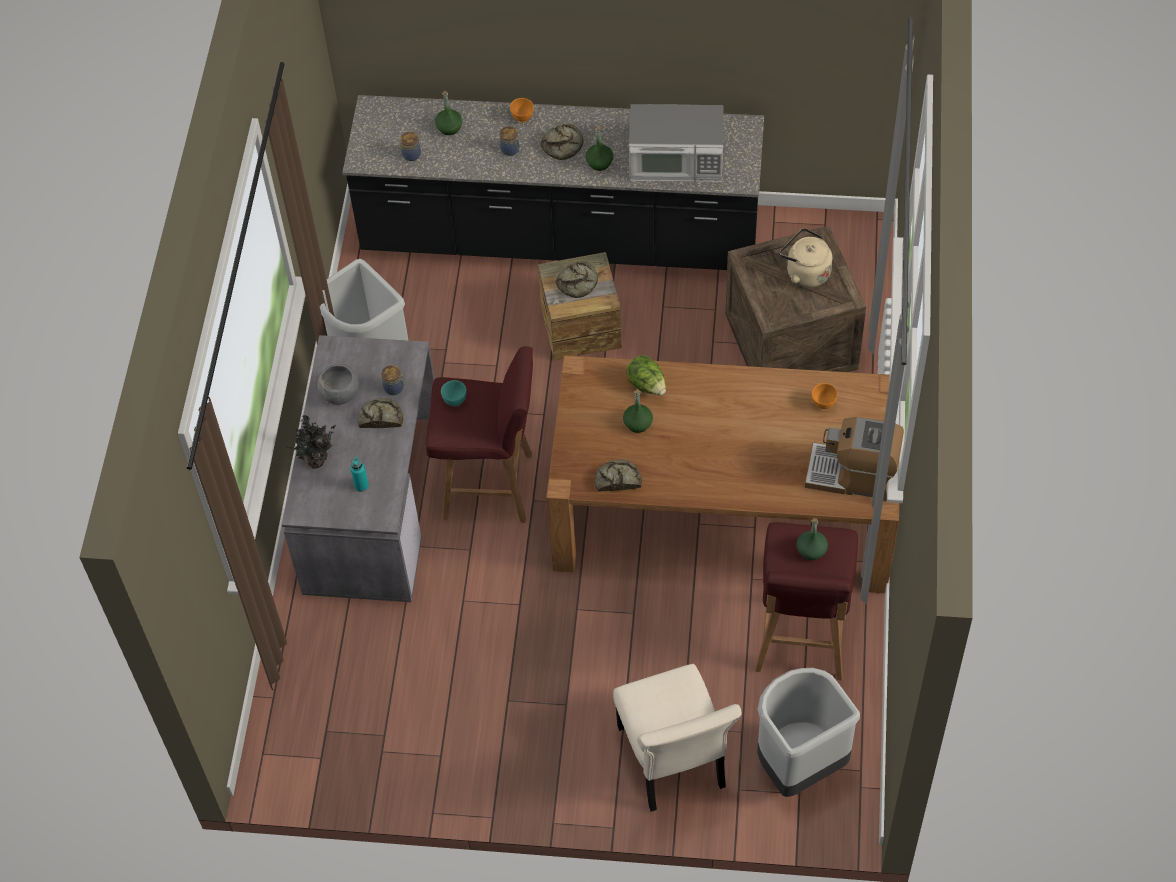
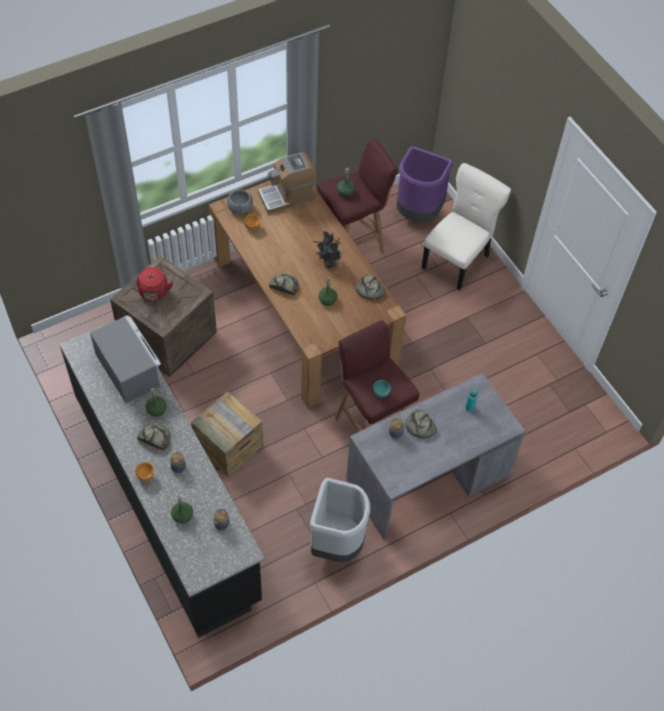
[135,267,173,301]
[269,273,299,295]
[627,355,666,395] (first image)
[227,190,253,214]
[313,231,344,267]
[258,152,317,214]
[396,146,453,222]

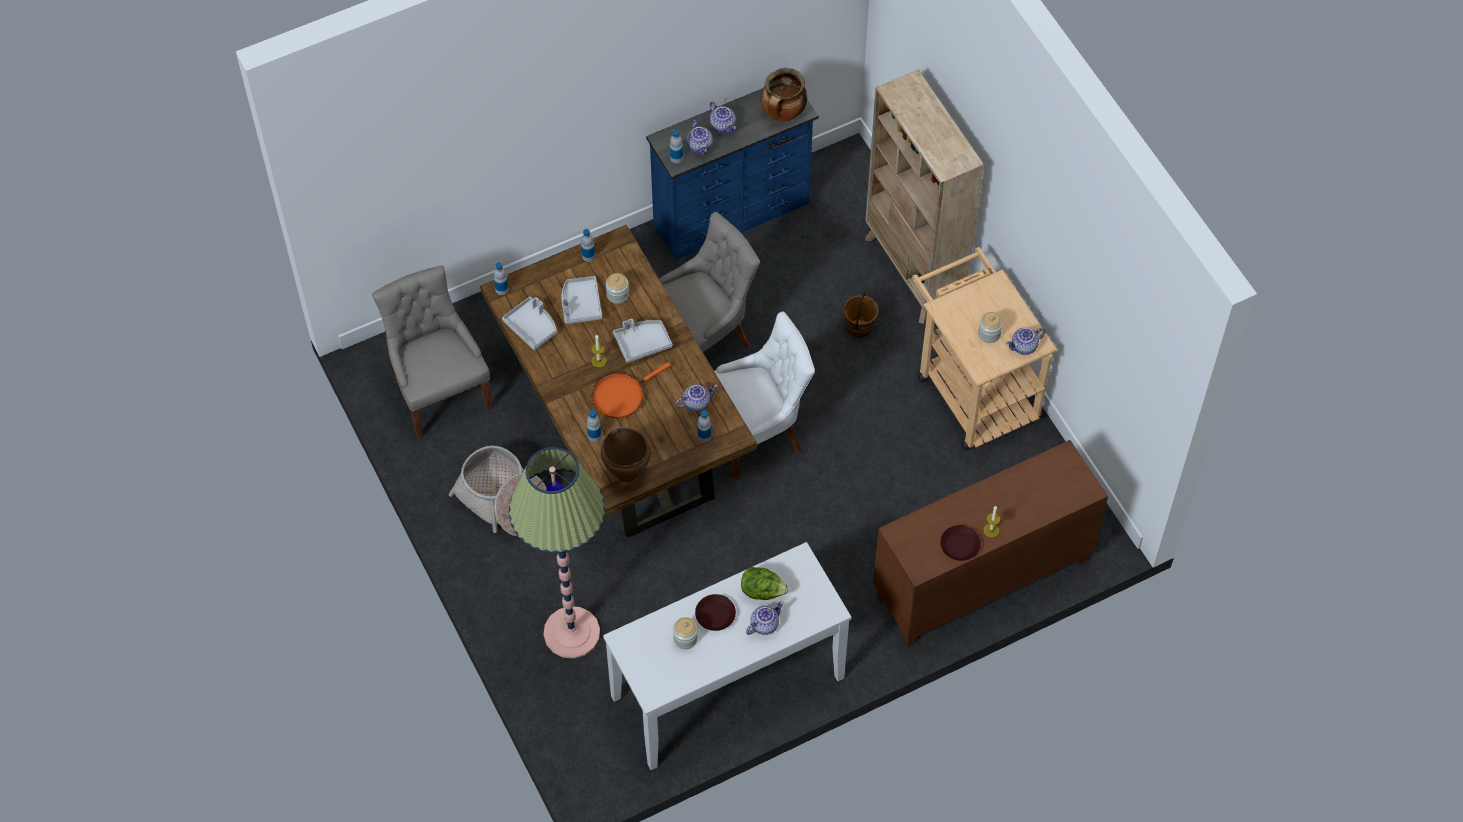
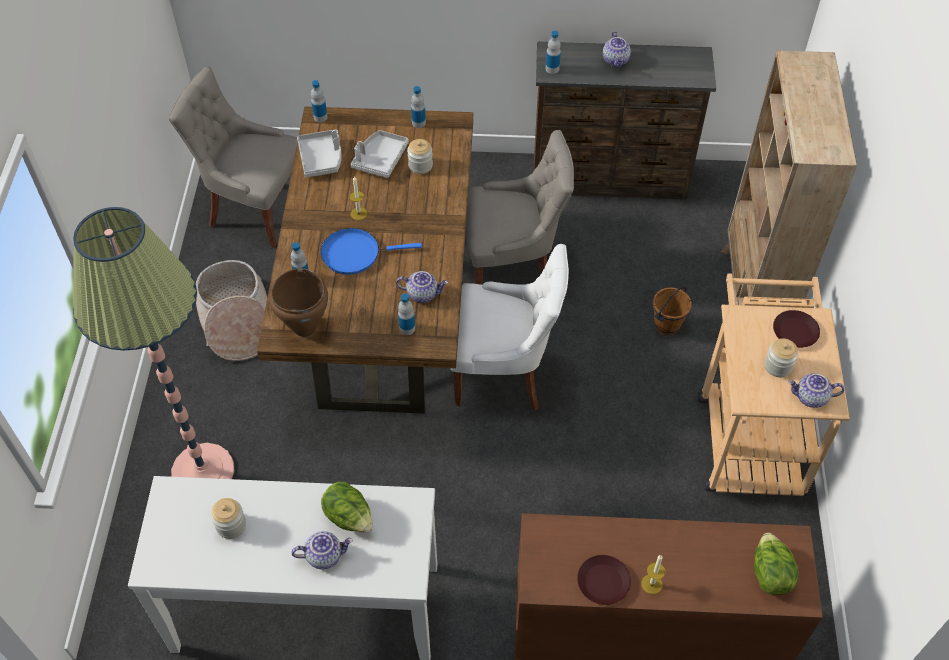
[761,68,807,122] (first image)
[534,41,716,200]
[687,120,713,155] (first image)
[169,66,298,248]
[613,319,673,363] (first image)
[321,228,422,275]
[773,310,820,348]
[754,533,799,595]

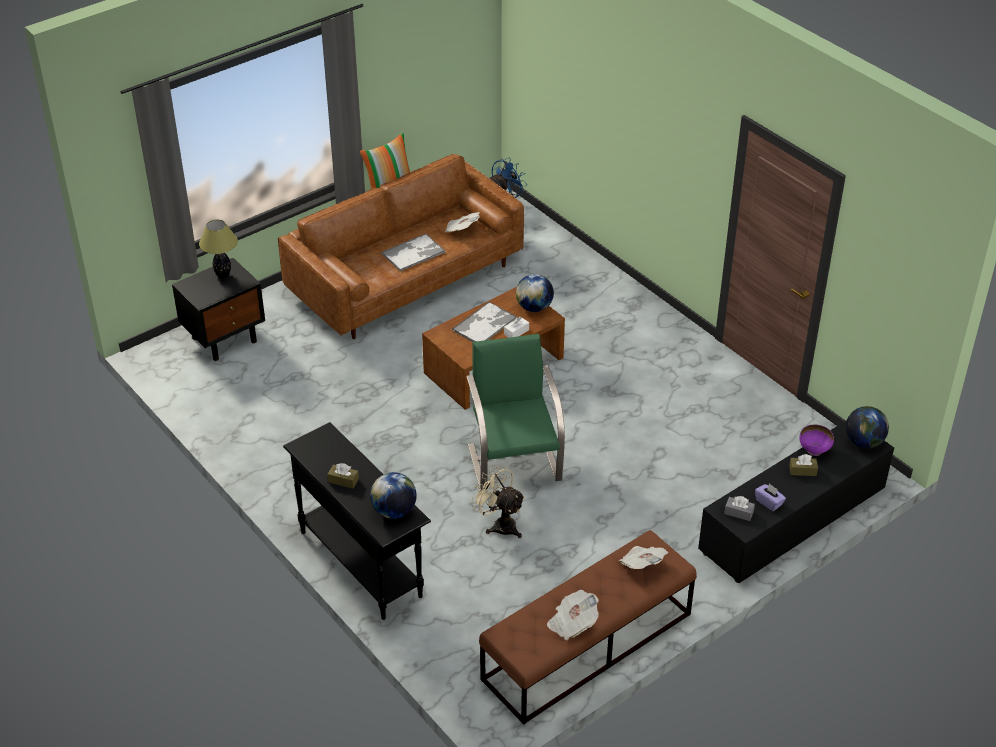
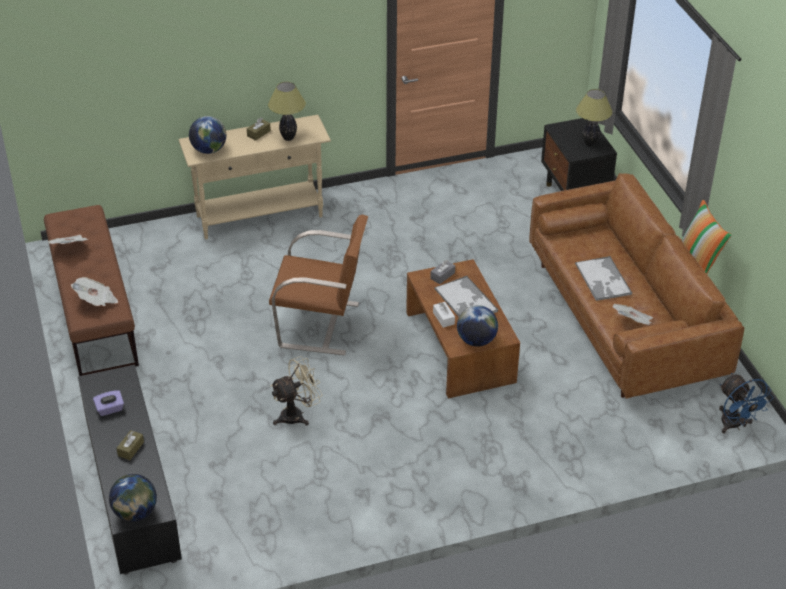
[269,215,368,355]
[178,115,331,239]
[799,425,834,456] (first image)
[271,356,322,426]
[430,260,455,284]
[268,82,306,141]

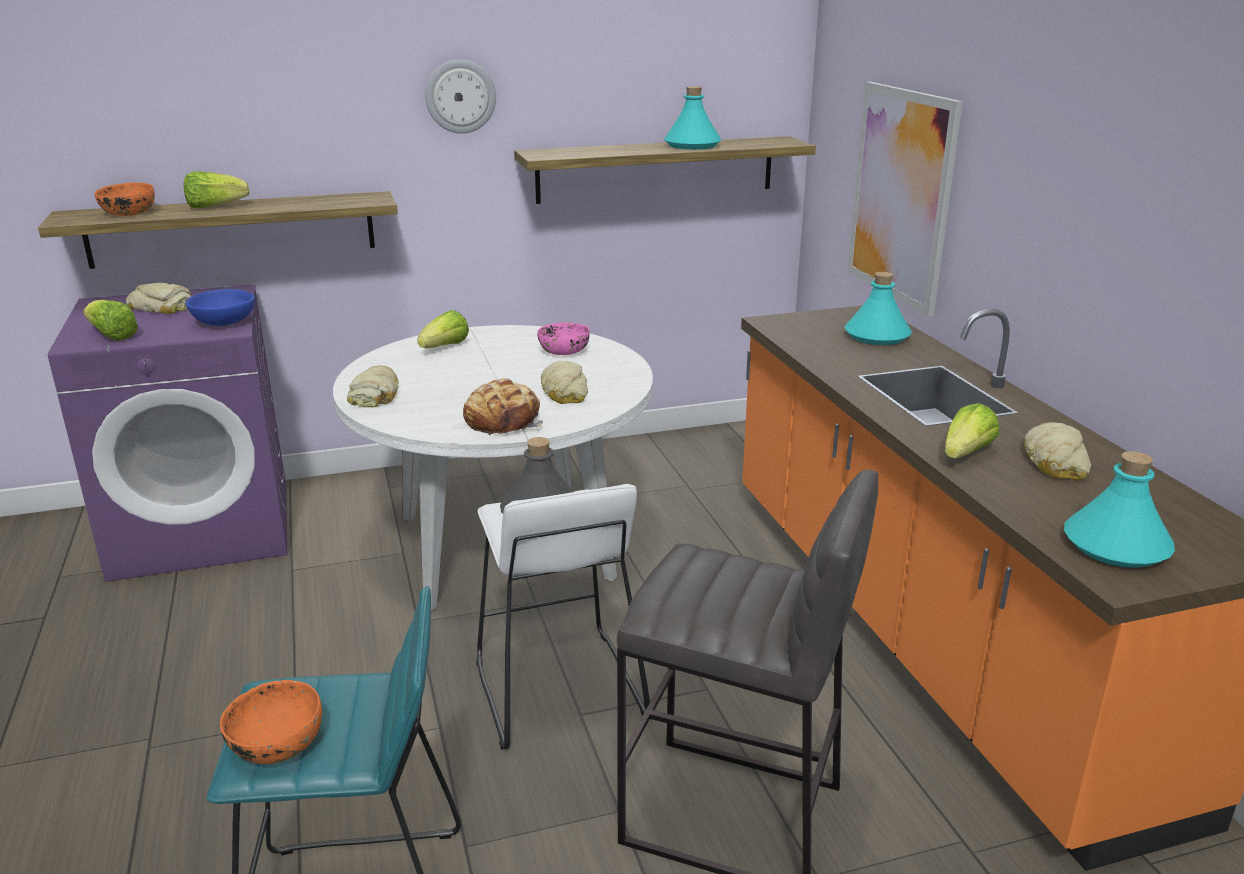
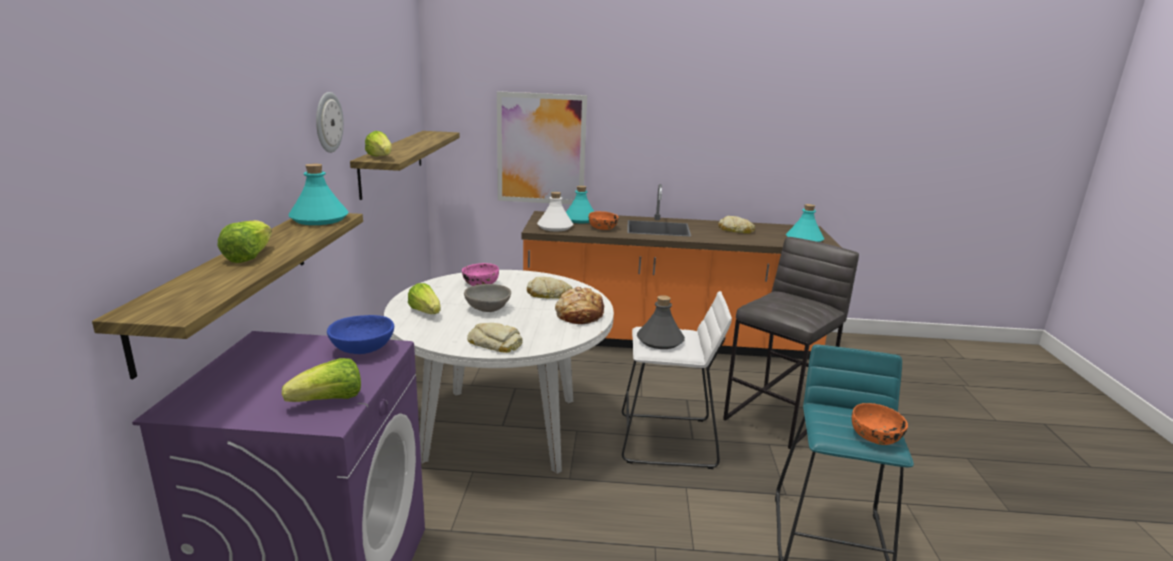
[288,164,349,225]
[589,211,619,230]
[126,283,192,314] (first image)
[365,131,392,156]
[537,192,573,231]
[464,284,511,312]

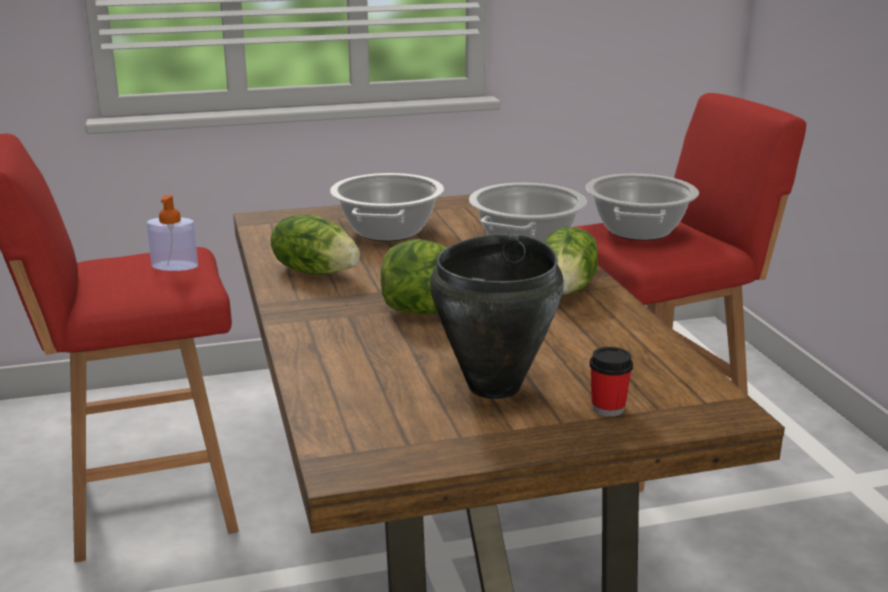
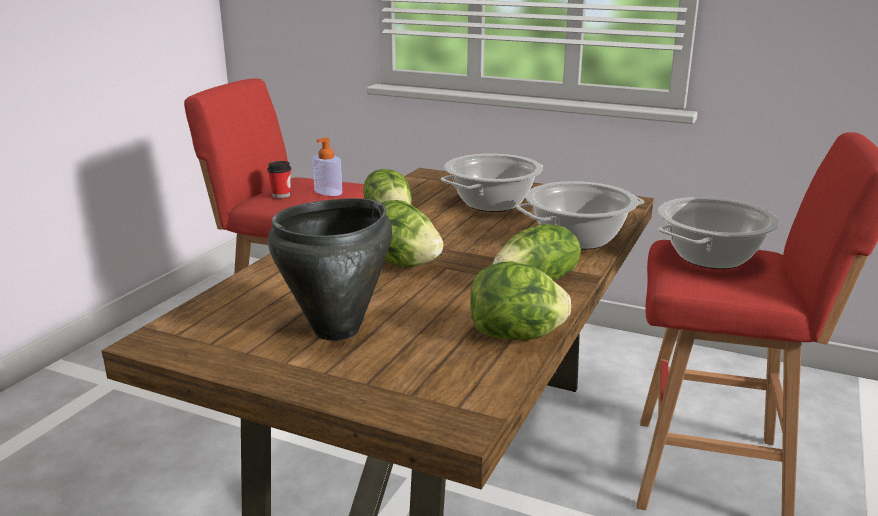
[267,161,291,198]
[470,261,571,340]

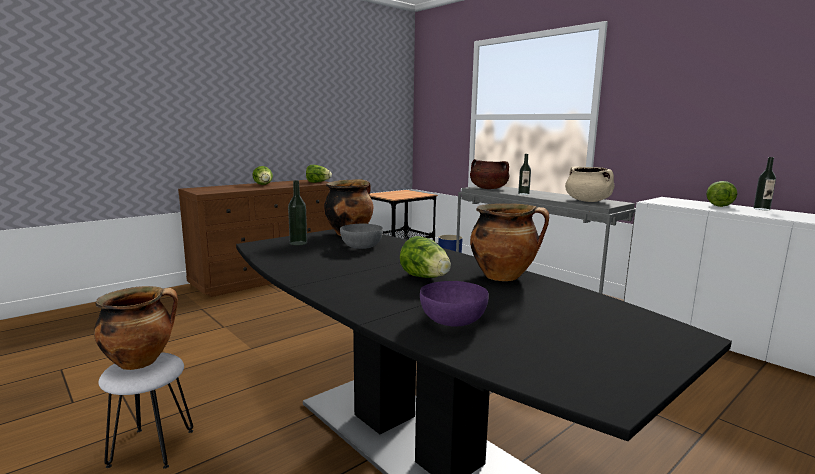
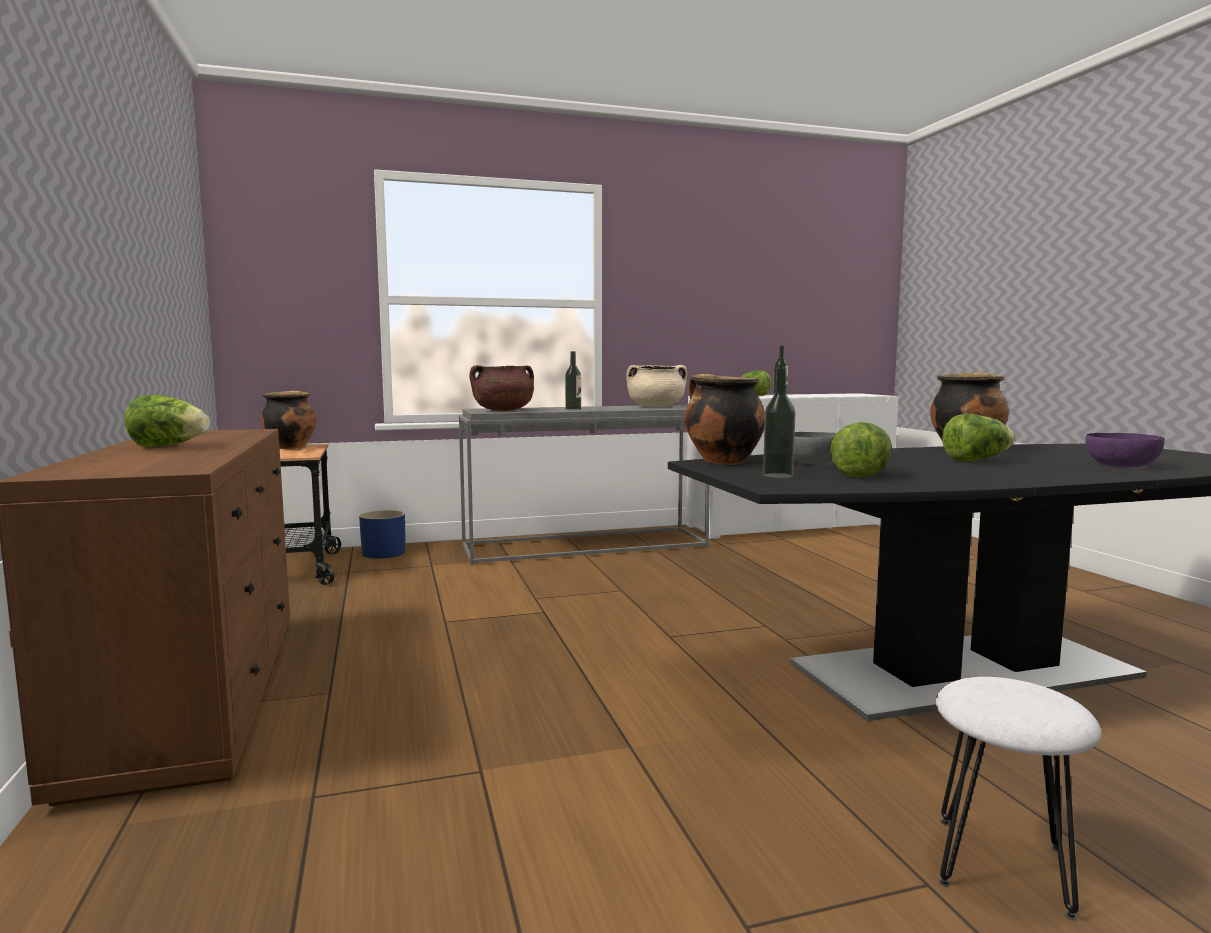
[830,422,892,478]
[261,390,316,449]

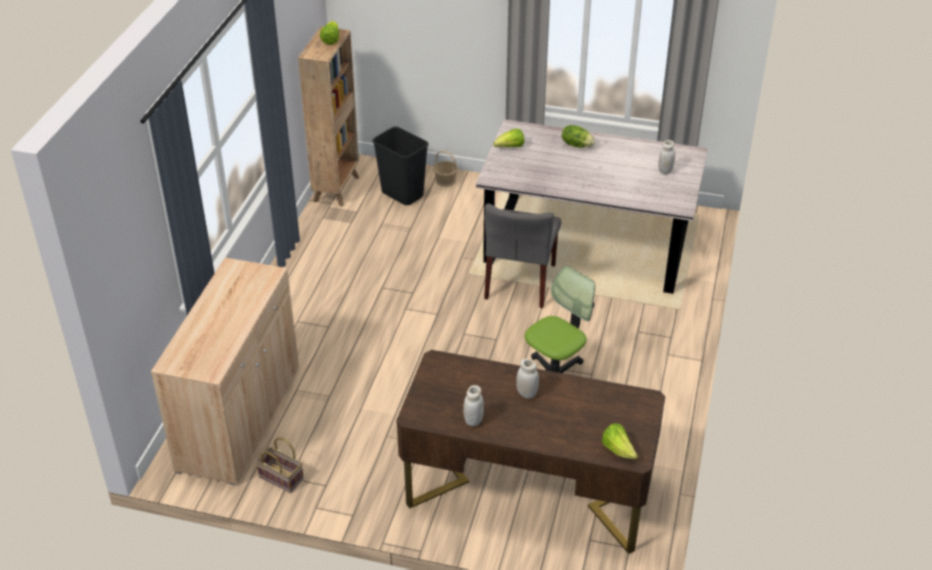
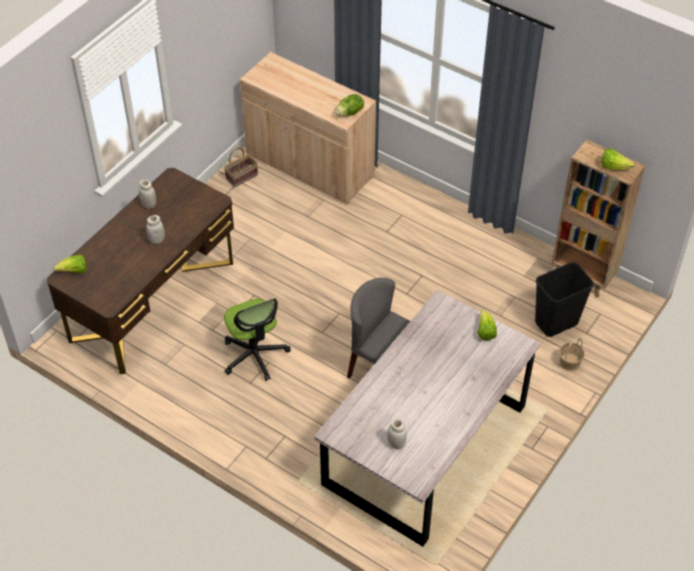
[335,94,364,116]

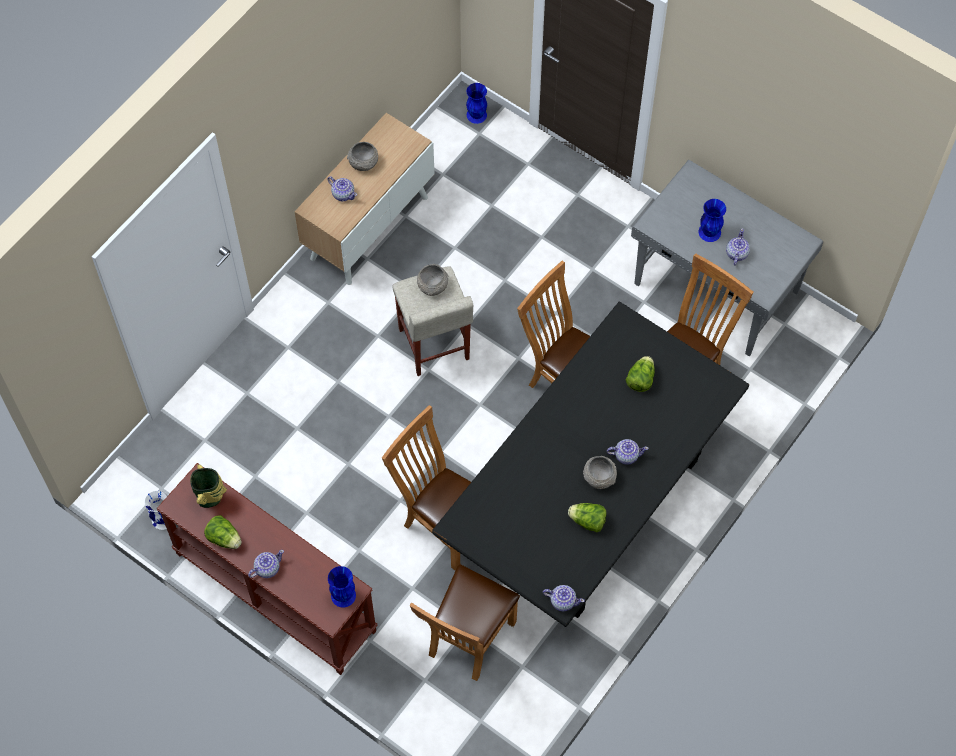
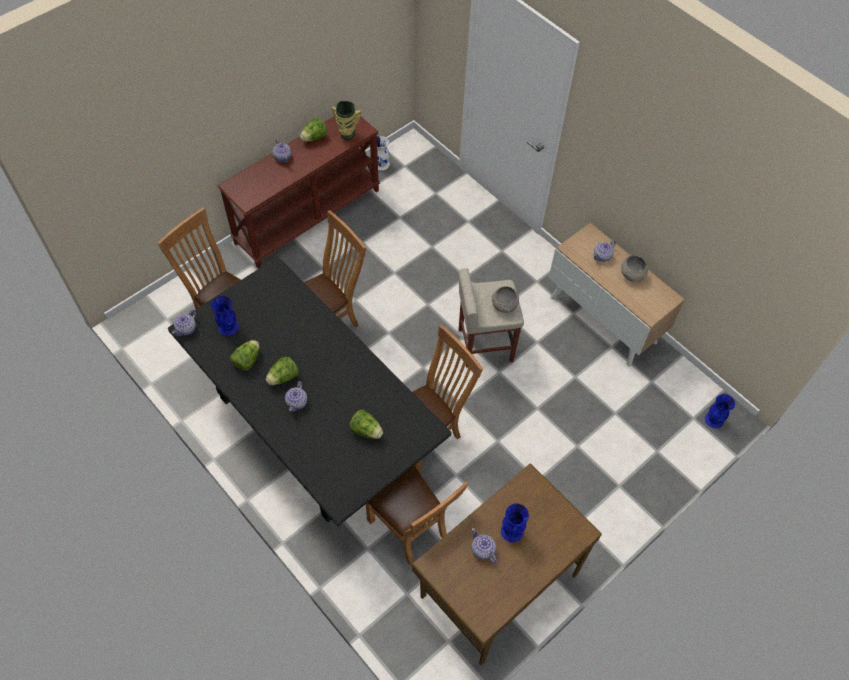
[411,463,602,665]
[471,528,497,563]
[266,357,299,385]
[211,296,239,336]

